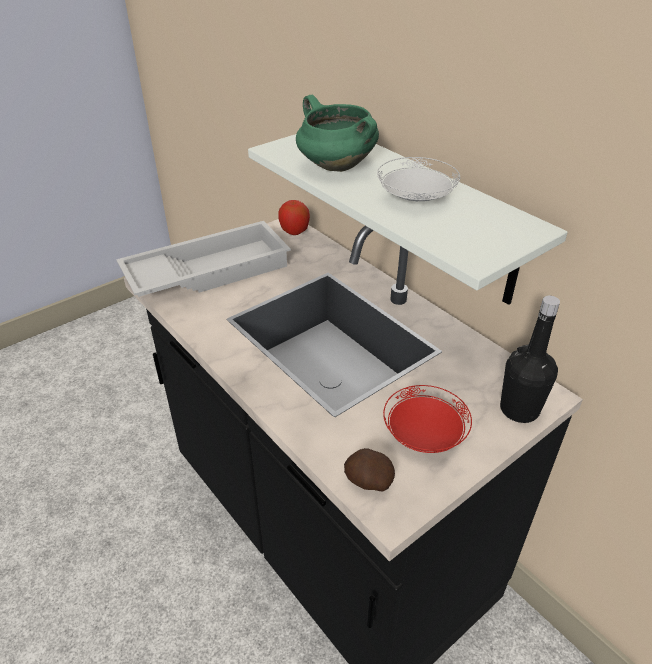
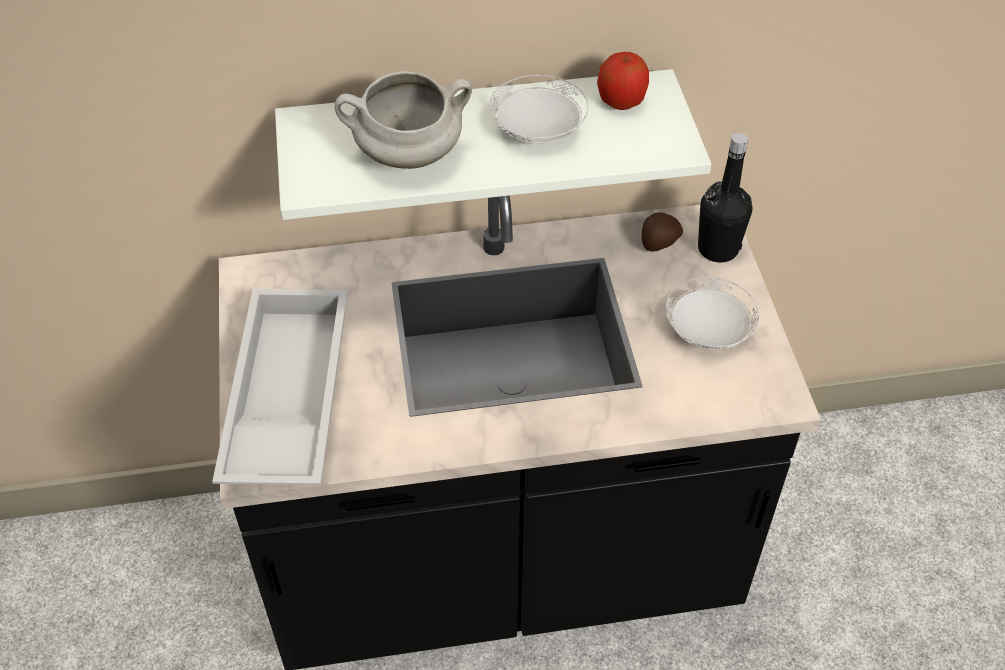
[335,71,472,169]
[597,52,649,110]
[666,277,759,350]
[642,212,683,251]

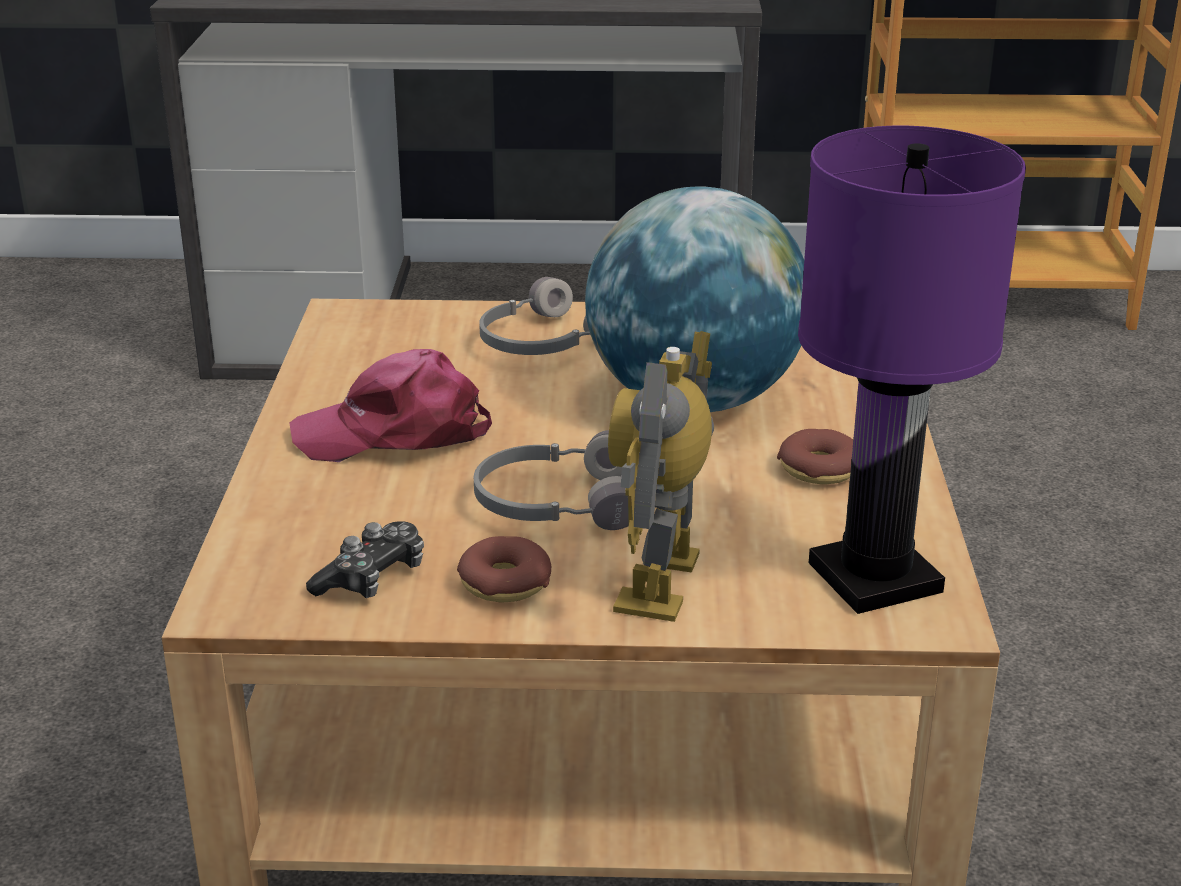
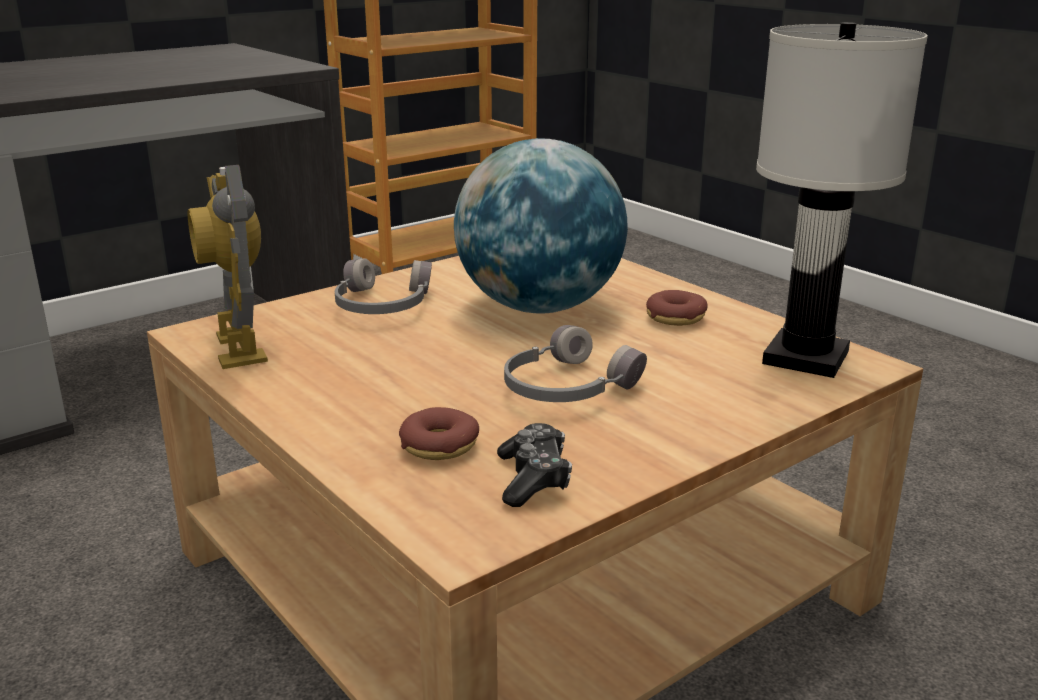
[756,22,928,378]
[188,165,268,369]
[289,349,492,462] (first image)
[399,407,479,460]

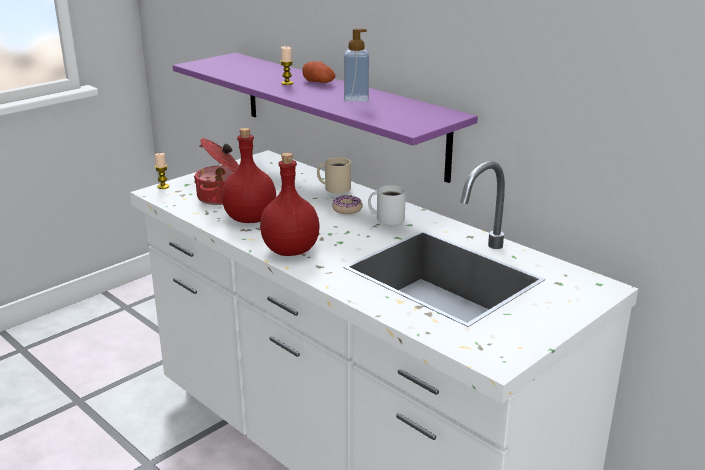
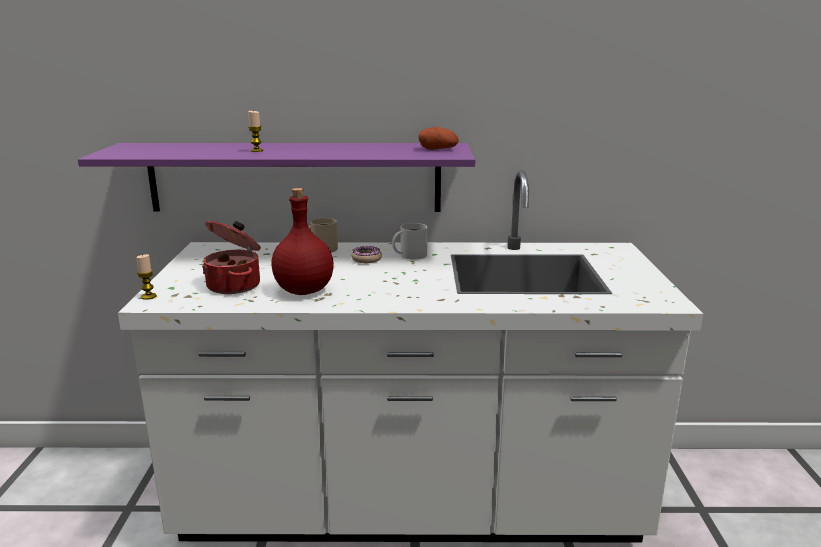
[344,29,369,102] (first image)
[419,127,459,150]
[260,153,319,256] (first image)

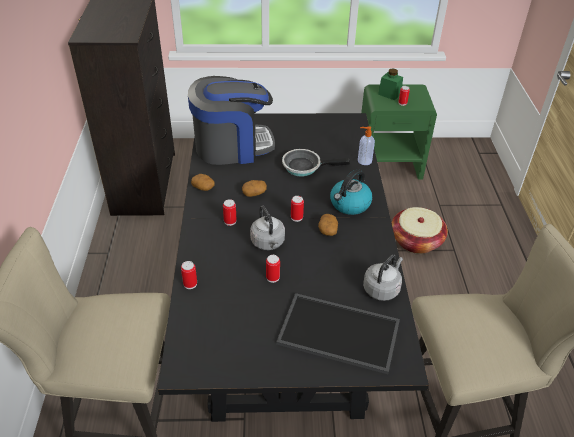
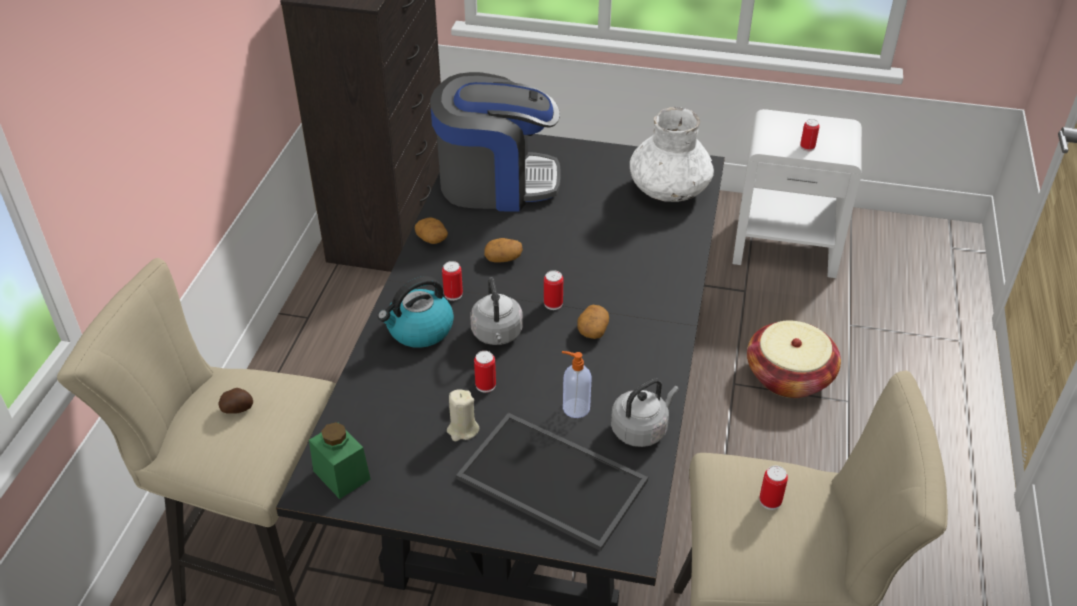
[309,422,371,499]
[732,109,862,278]
[562,351,592,418]
[282,149,350,177] (first image)
[378,276,454,348]
[759,466,788,510]
[630,107,714,202]
[219,388,253,414]
[447,389,479,442]

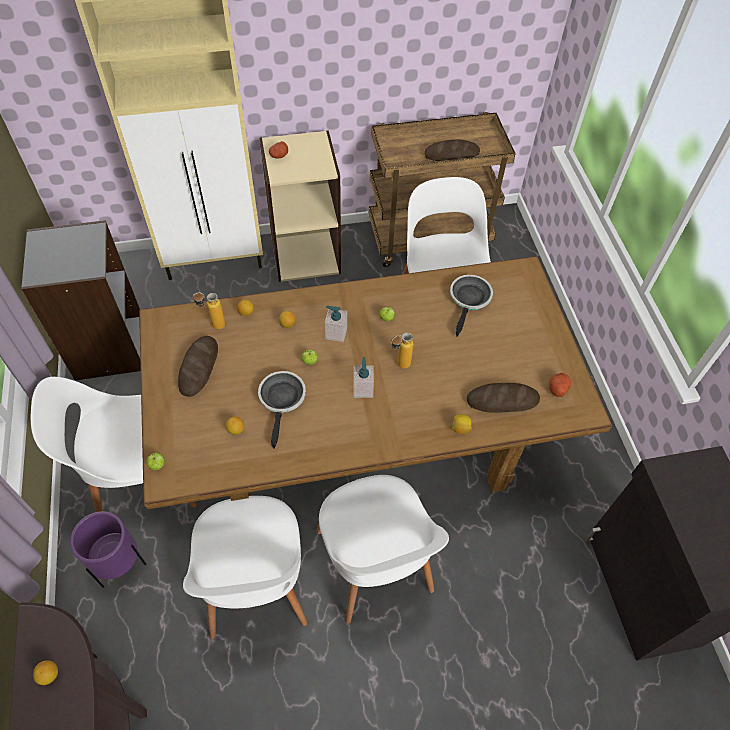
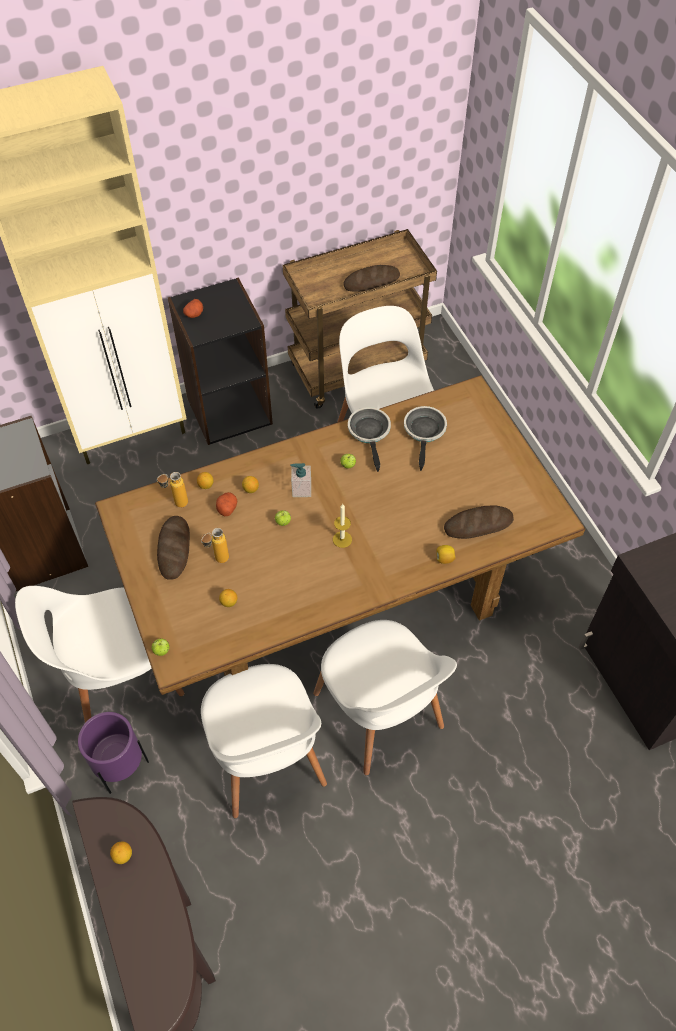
[168,277,273,445]
[201,528,229,563]
[333,504,352,548]
[348,407,391,472]
[216,492,237,516]

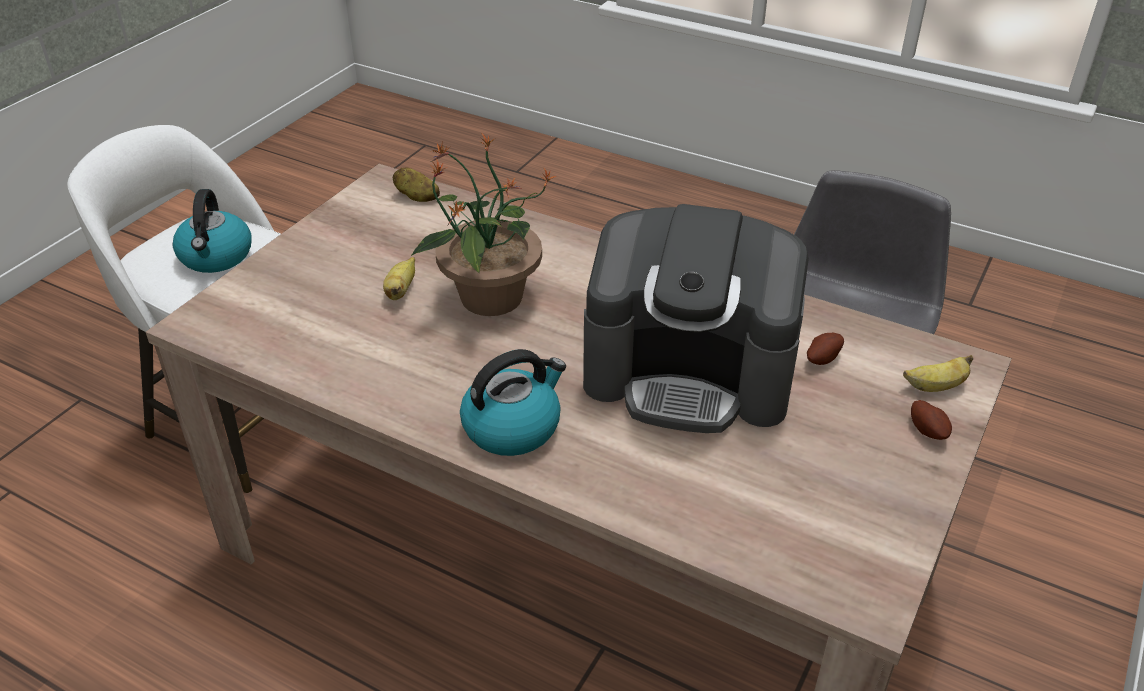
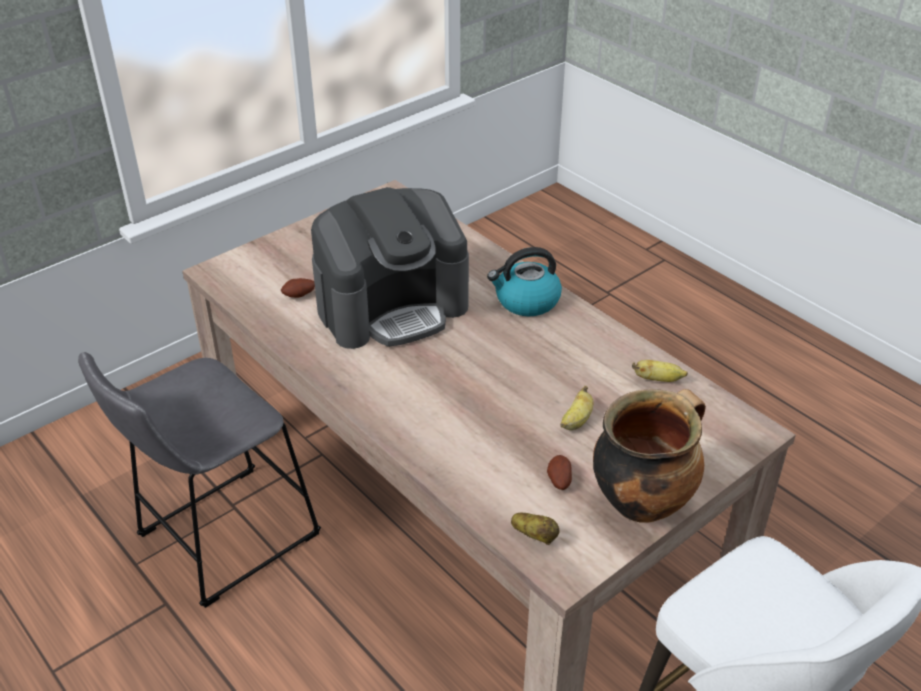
[411,134,556,316] (first image)
[173,189,252,273] (first image)
[311,187,469,349]
[632,360,688,382]
[547,455,572,490]
[593,389,706,522]

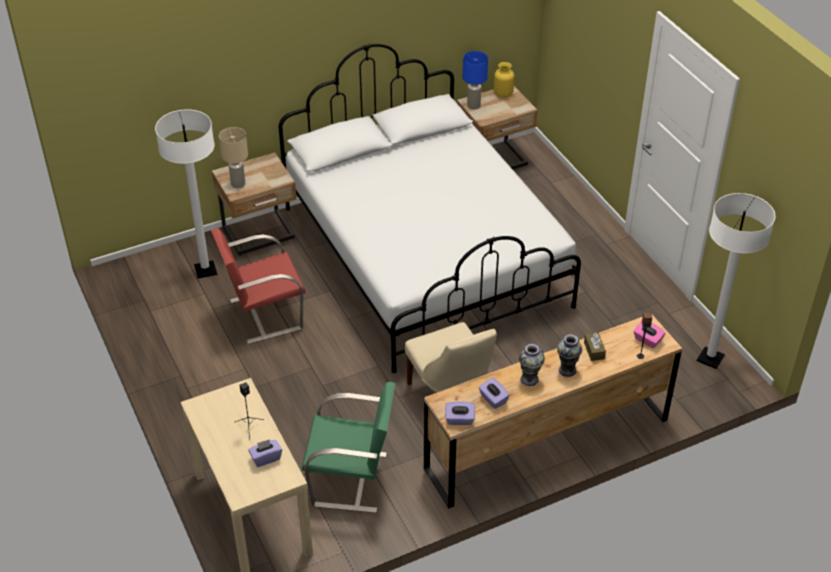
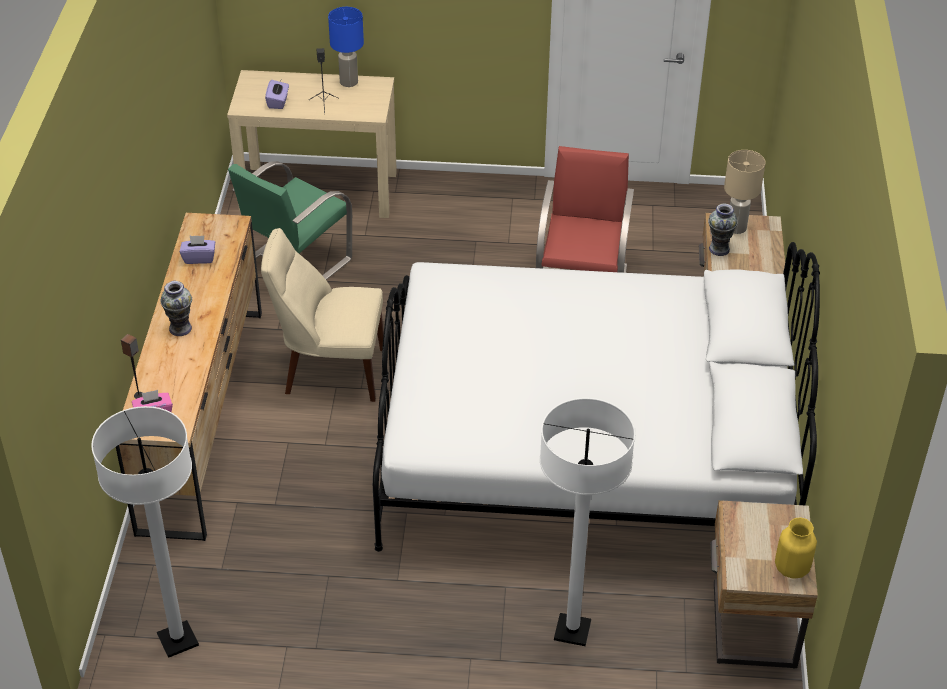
[328,7,364,87]
[540,398,635,646]
[584,332,606,361] (first image)
[708,204,738,256]
[445,402,475,425] (first image)

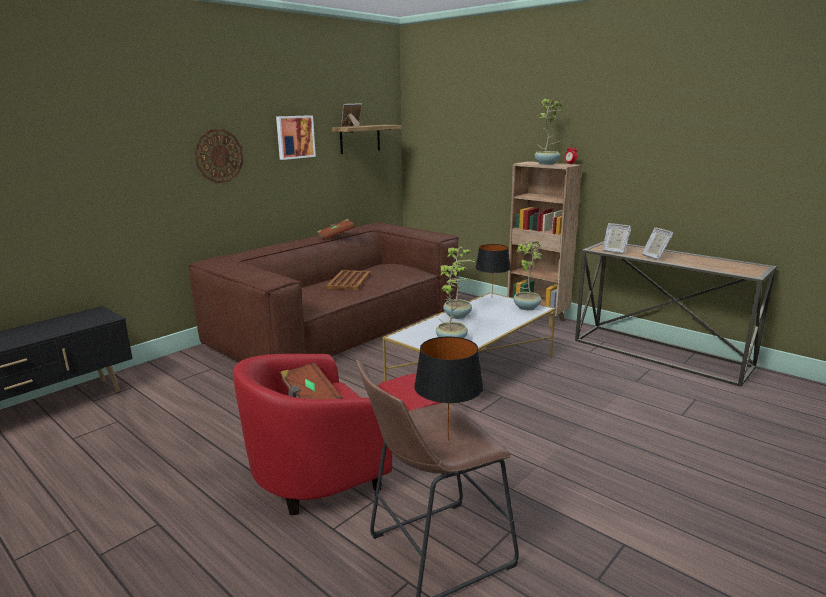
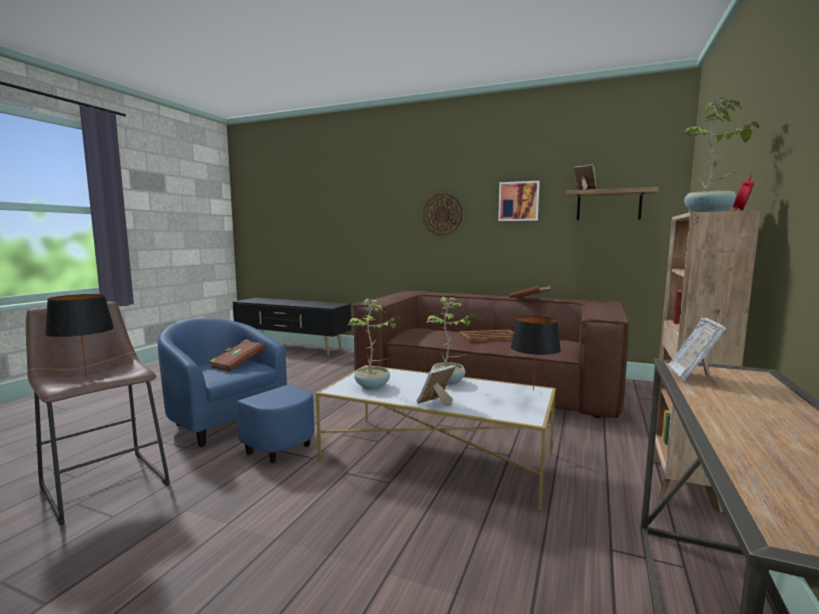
[417,365,456,406]
[513,241,544,310] (first image)
[158,318,314,463]

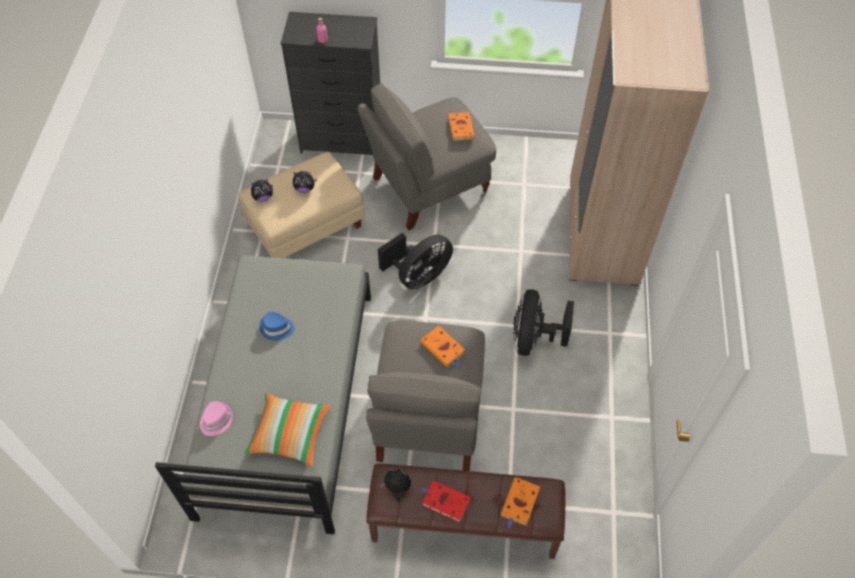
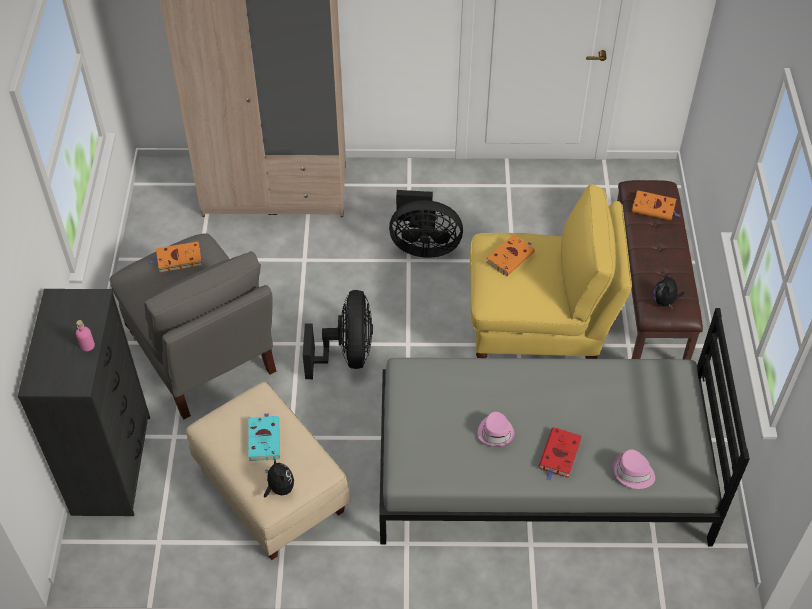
[248,413,280,461]
[303,290,373,379]
[478,412,515,446]
[470,184,632,359]
[244,393,330,466] (first image)
[538,427,582,481]

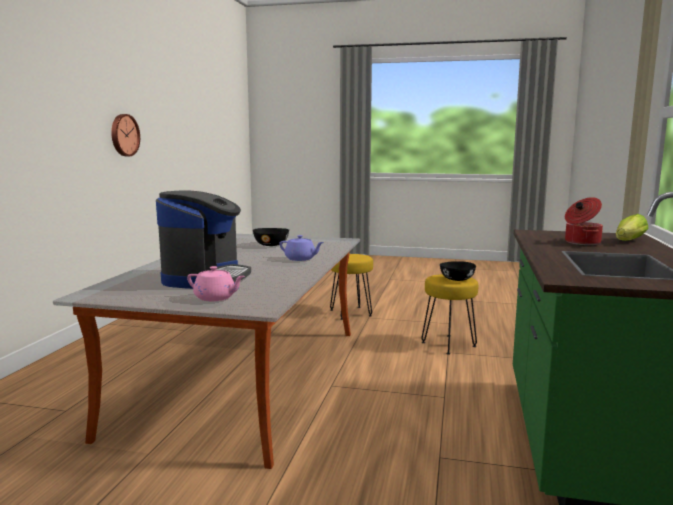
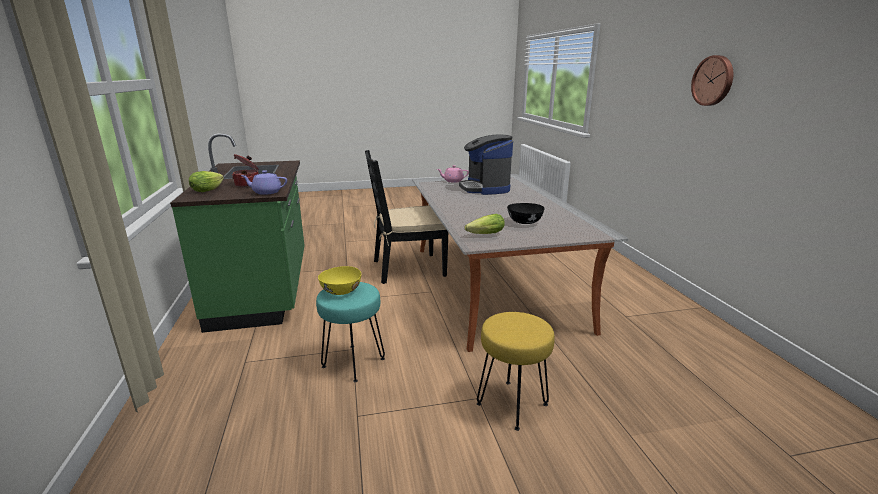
[691,55,733,106]
[241,170,287,195]
[318,266,361,295]
[316,282,385,382]
[365,150,448,284]
[465,214,505,234]

